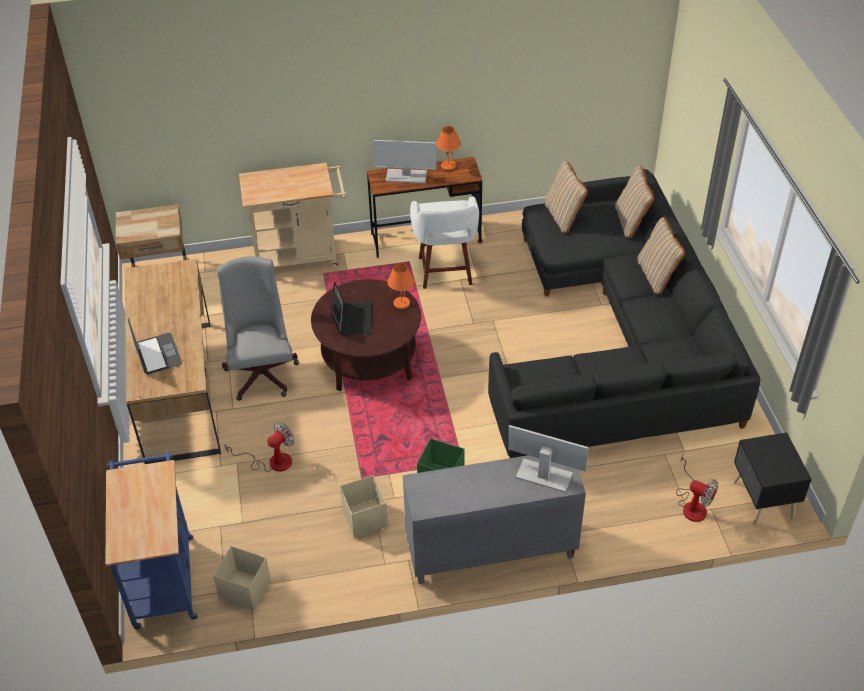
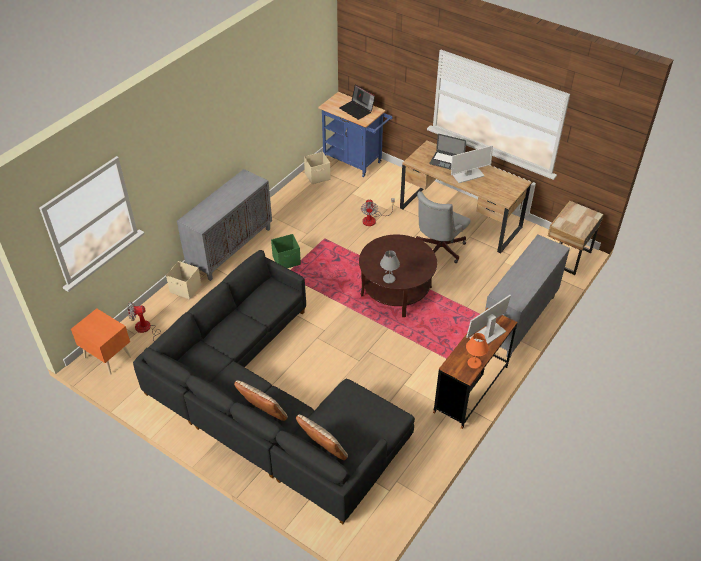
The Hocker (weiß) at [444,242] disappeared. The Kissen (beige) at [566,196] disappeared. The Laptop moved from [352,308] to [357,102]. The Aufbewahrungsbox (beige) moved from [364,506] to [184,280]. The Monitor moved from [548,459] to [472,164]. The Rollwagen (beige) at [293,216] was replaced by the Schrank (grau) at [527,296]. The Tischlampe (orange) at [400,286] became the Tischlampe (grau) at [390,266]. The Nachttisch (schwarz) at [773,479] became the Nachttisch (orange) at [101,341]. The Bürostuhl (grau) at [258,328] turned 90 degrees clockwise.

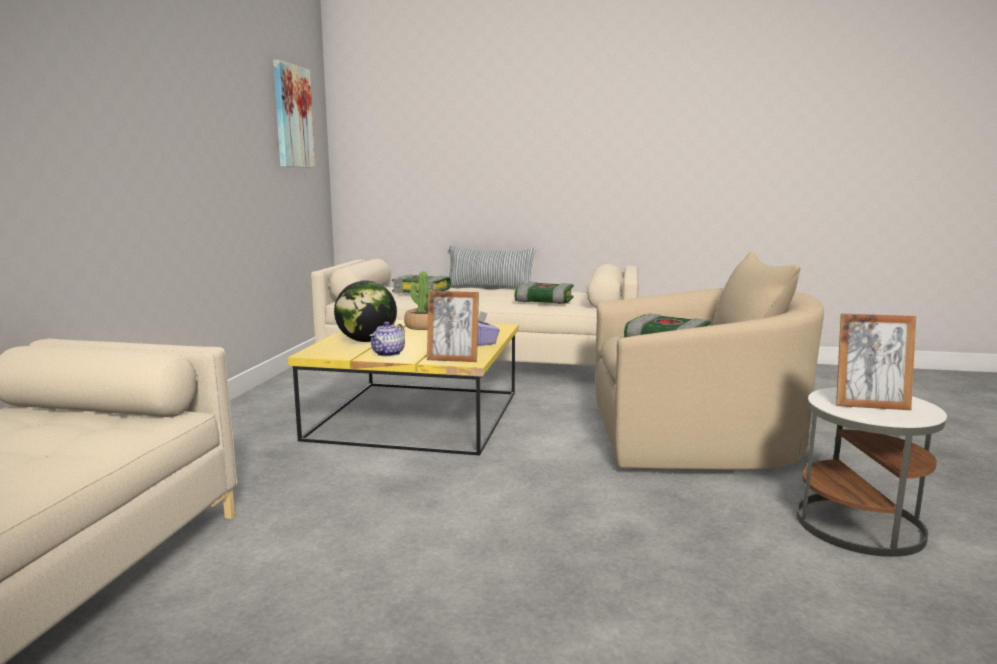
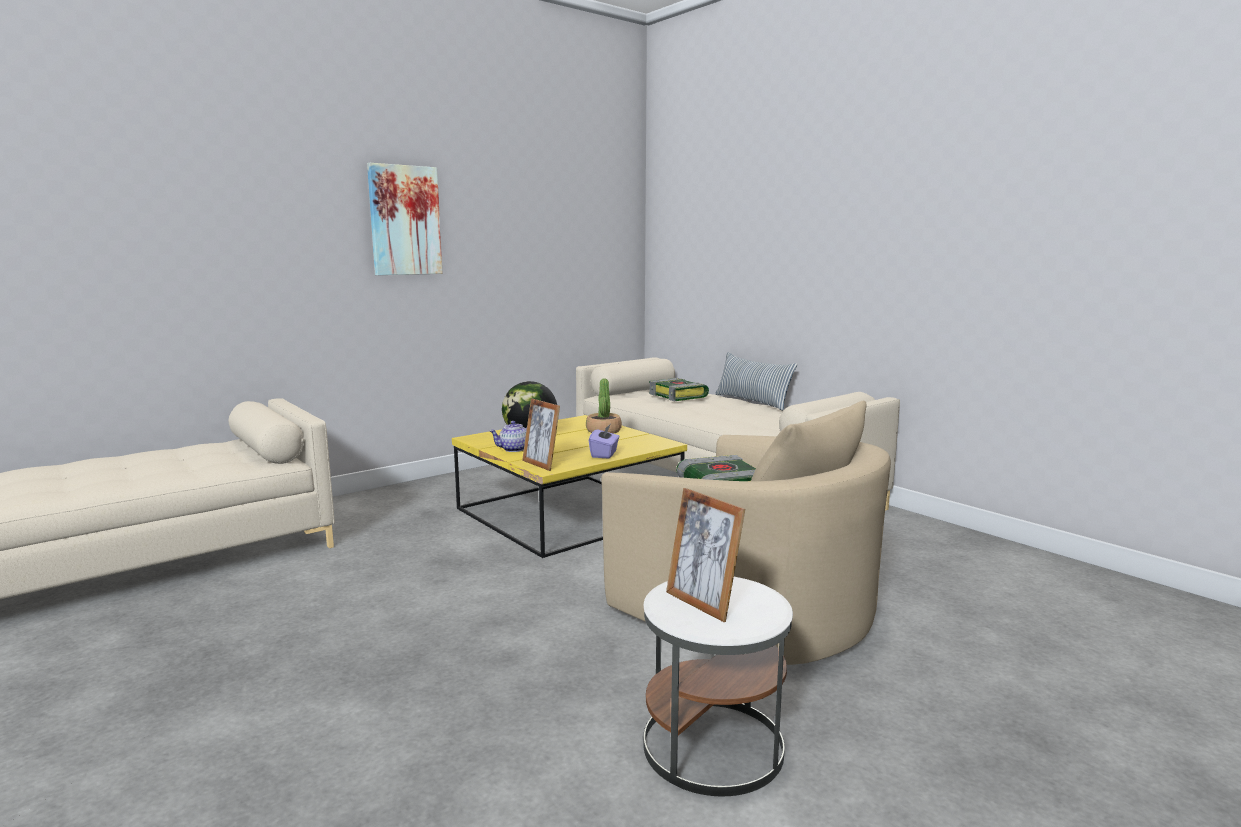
The Buch at [544,293] disappeared. The Bild moved from [294,114] to [404,219].

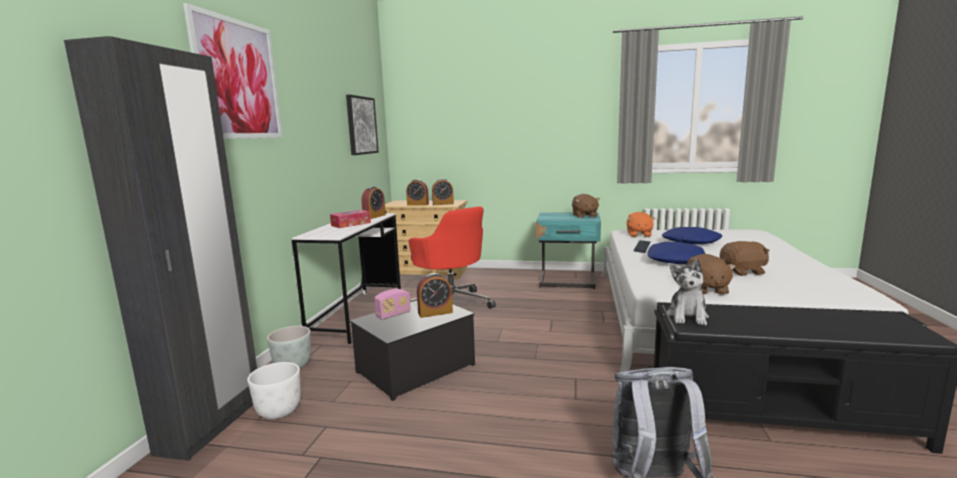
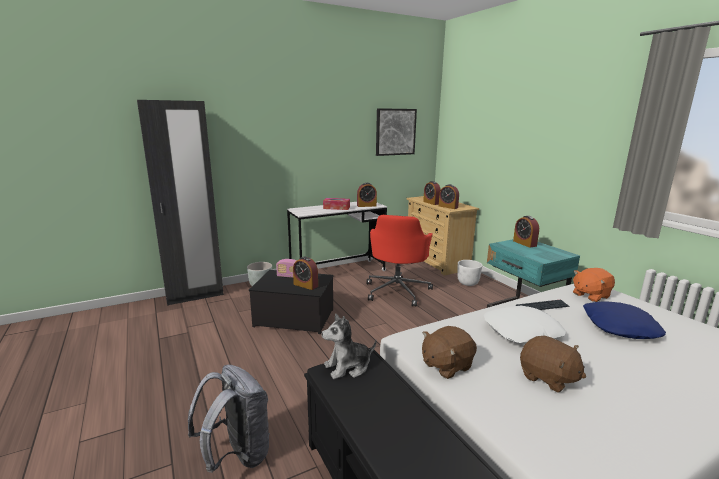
The Bild at [233,71] disappeared. The Plüschtier (braun) at [586,206] disappeared. The Wecker at [526,232] appeared. The Pflanzkübel (weiß) moved from [274,390] to [470,273]. The Kissen (blau) at [676,253] became the Kissen (weiß) at [525,324].

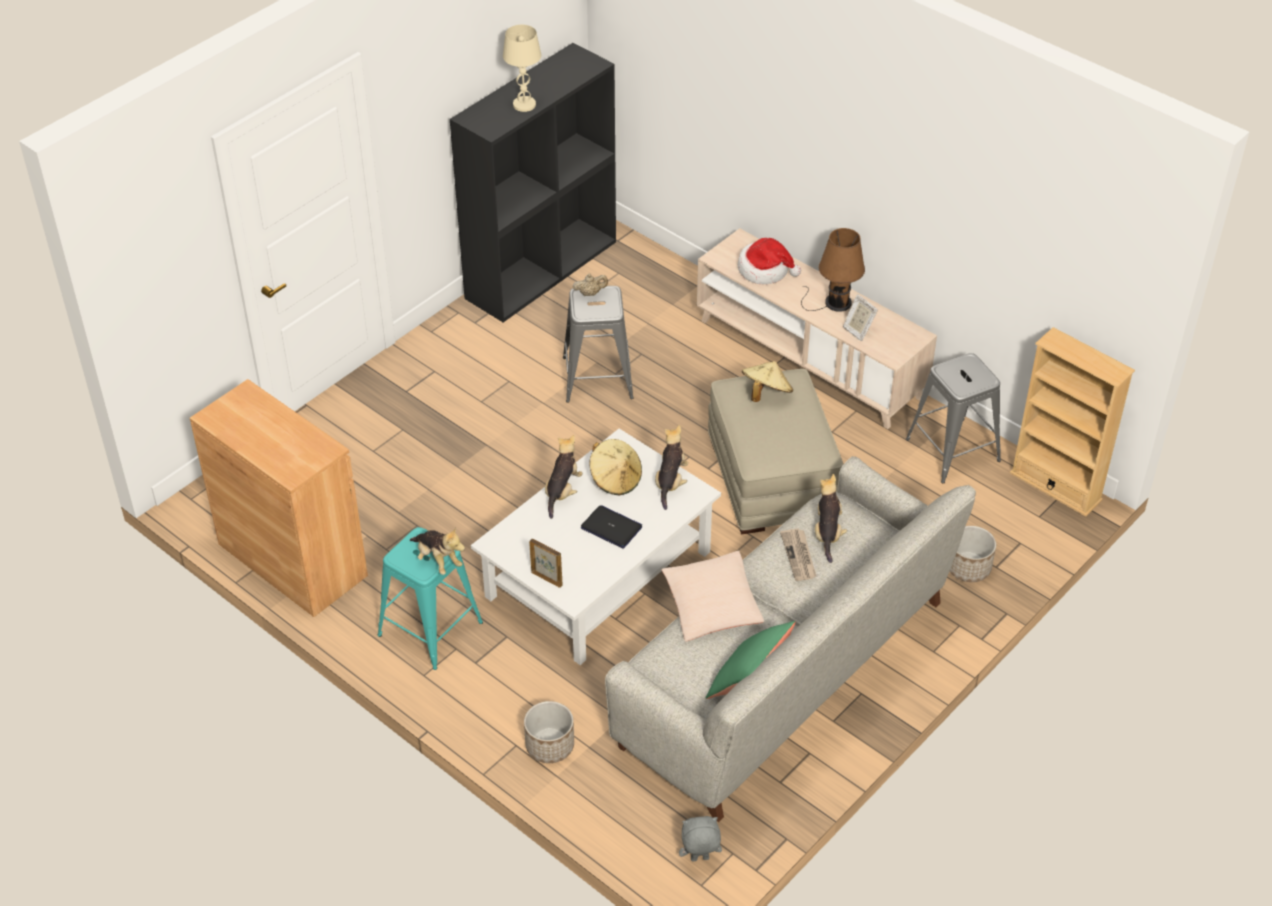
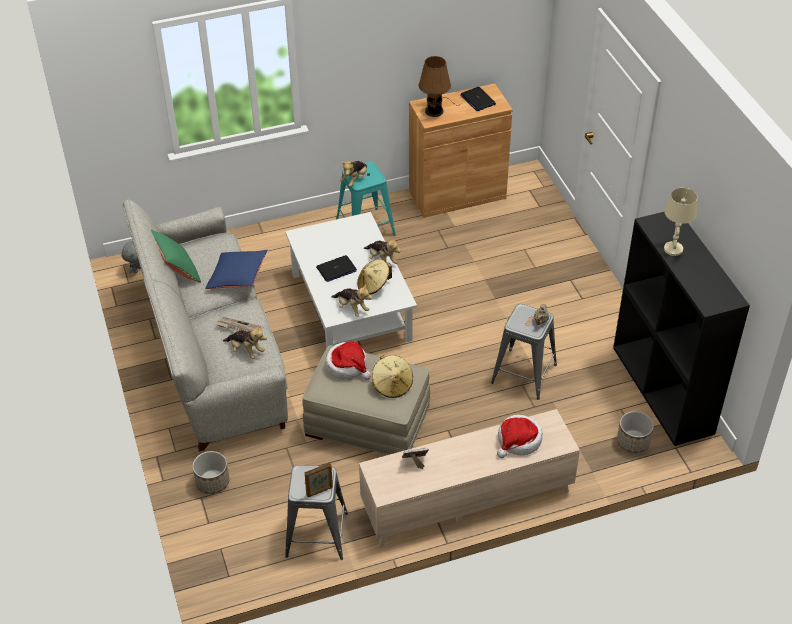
The Bücherregal (beige) at [1072,422] disappeared. The Hut at [348,360] appeared. The Laptop at [478,99] appeared. The Pflanzkübel moved from [549,732] to [635,432]. The Bilderrahmen moved from [545,563] to [319,480]. The Tischlampe (braun) moved from [833,270] to [440,86]. The Kissen (beige) at [713,596] became the Kissen (blau) at [236,269]. The Plüschtier at [437,551] turned 45 degrees counterclockwise.

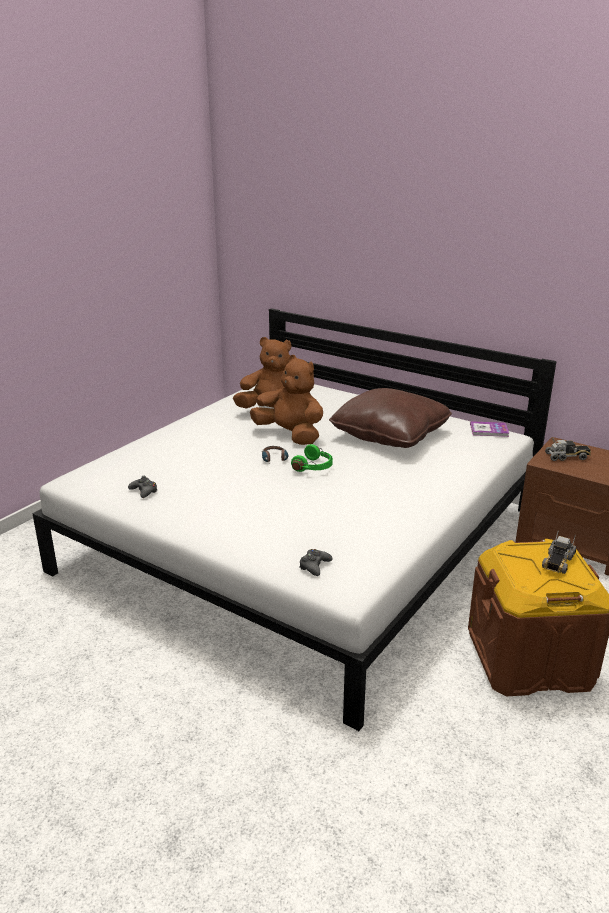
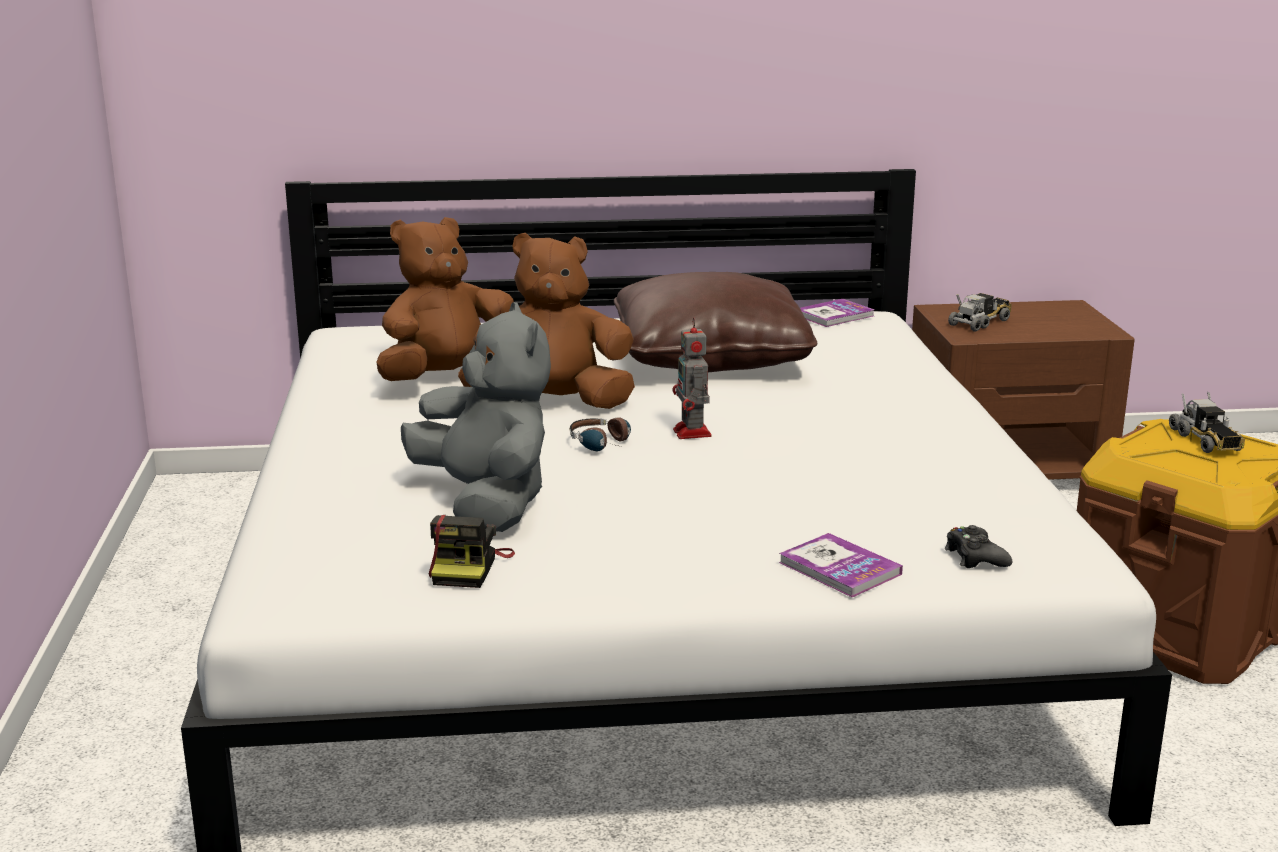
The Plüschtier (grau) at [476,417] appeared. The Buch at [841,565] appeared. The Gamepad (schwarz) at [142,487] was replaced by the Kamera at [472,551]. The Kopfhörer (grün) at [312,458] was replaced by the Spielzeugroboter at [692,378].

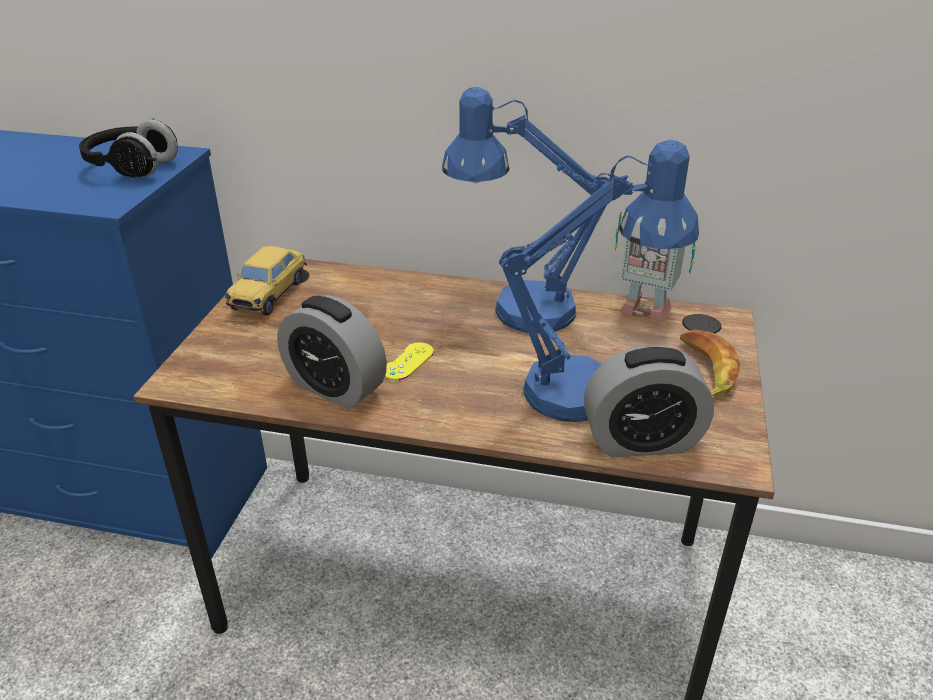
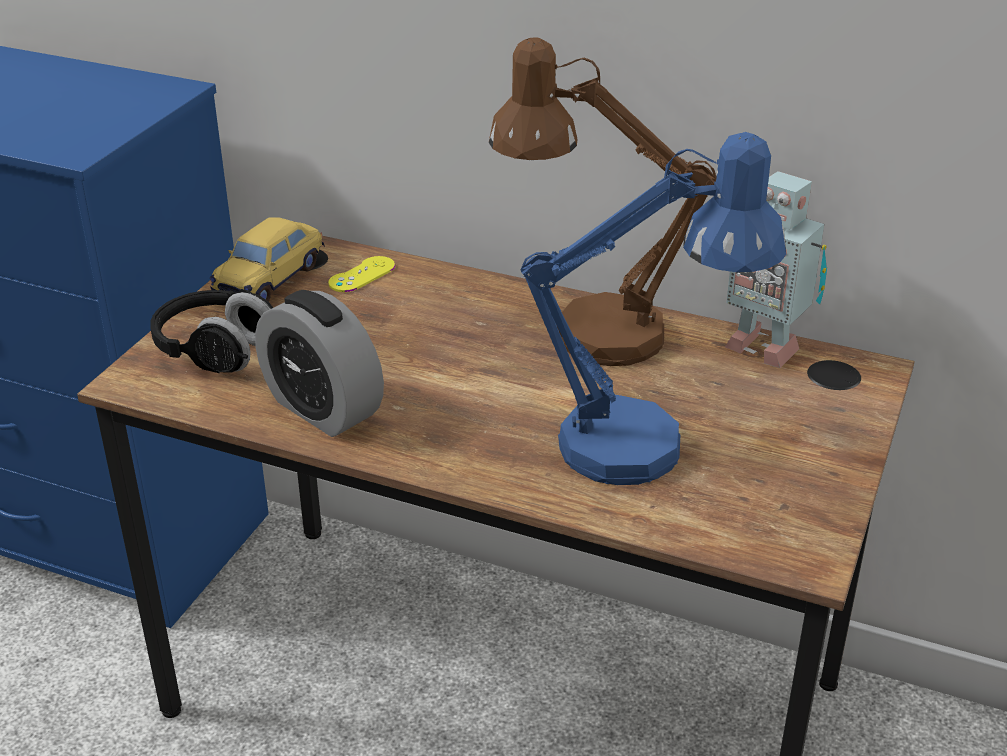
The Wecker at [649,401] disappeared. The Banane at [710,363] disappeared. The Kopfhörer (schwarz) moved from [128,148] to [211,331]. The Gamepad (gelb) moved from [409,361] to [361,274]. The Tischlampe (blau) at [526,210] became the Tischlampe (braun) at [603,201].

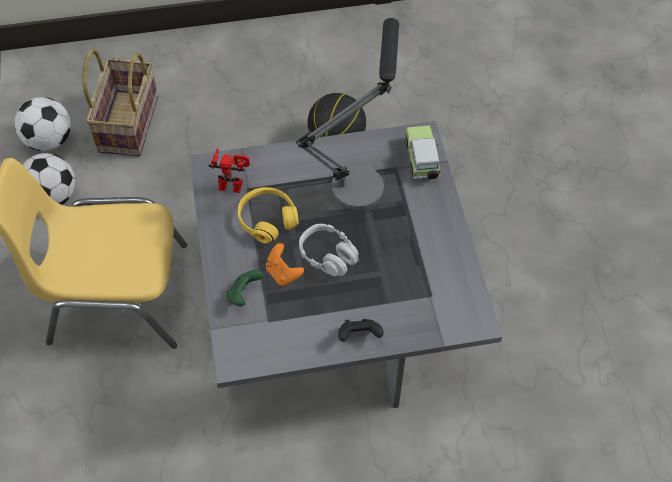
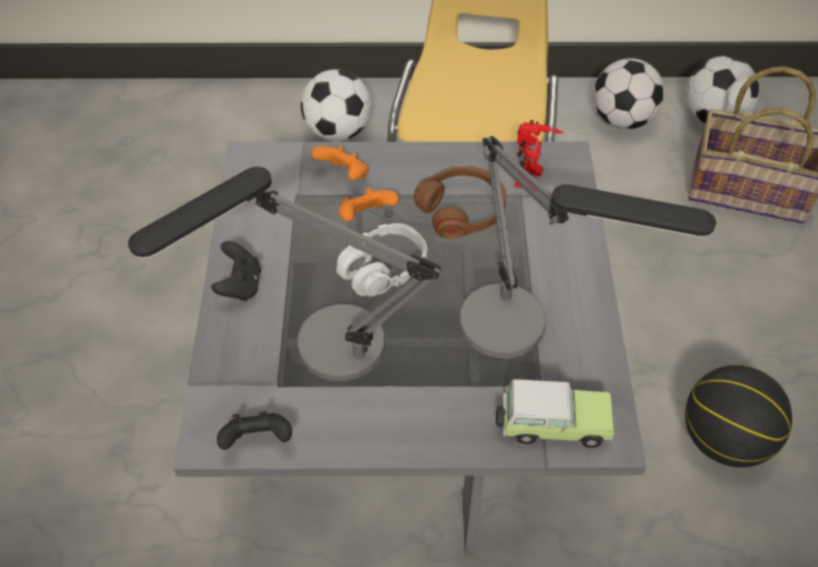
The Tischlampe at [284,274] appeared. The Gamepad (schwarz) at [254,431] appeared. The Fußball at [336,105] appeared. The Gamepad (grün) at [245,288] became the Gamepad (orange) at [340,163]. The Kopfhörer (gelb) at [268,215] became the Kopfhörer (braun) at [460,202].

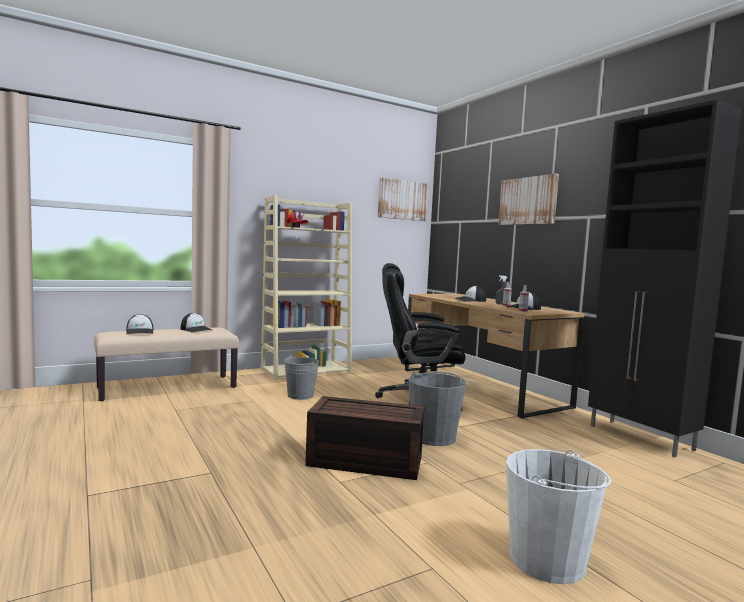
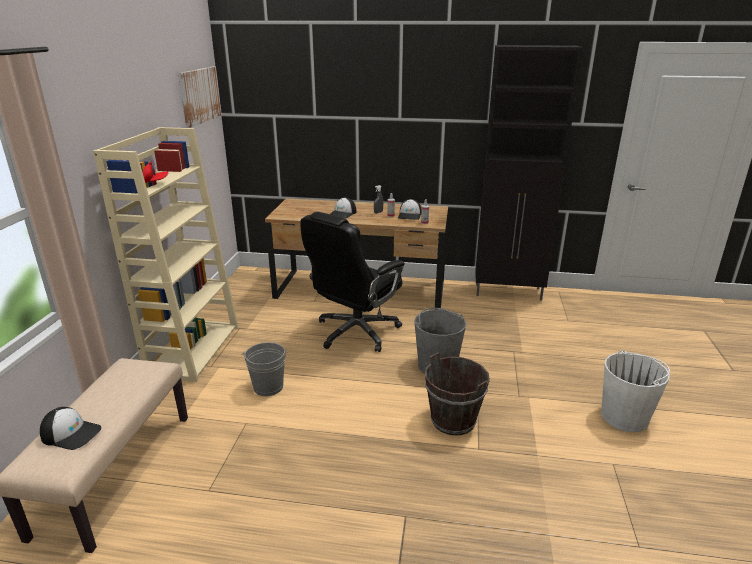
The Kappe at [196,322] disappeared. The Bild at [528,199] disappeared. The Aufbewahrungsbox (braun) at [365,438] was replaced by the Eimer (braun) at [457,394].

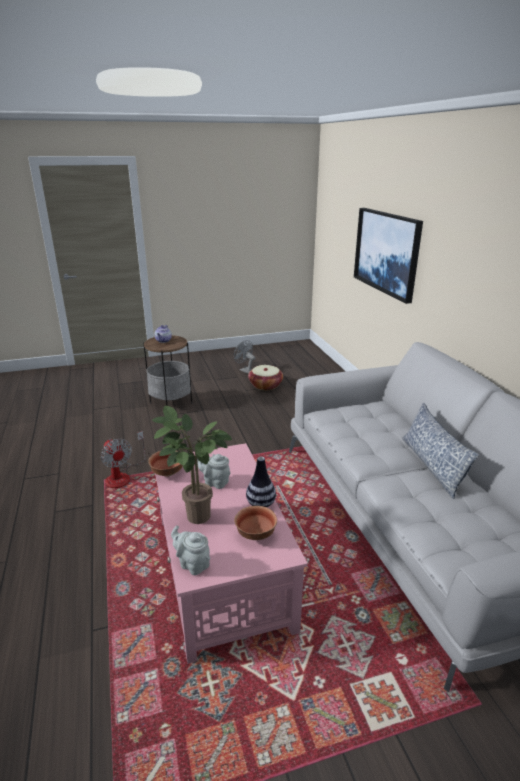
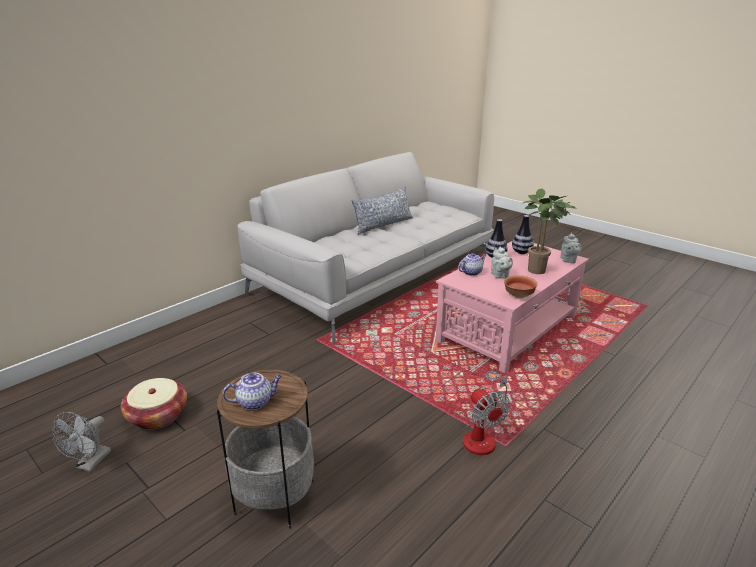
The Bild at [388,256] disappeared. The Teekanne at [472,264] appeared. The Schüssel at [255,523] was replaced by the Vase at [523,234]. The Ventilator at [123,459] turned 135 degrees clockwise.

